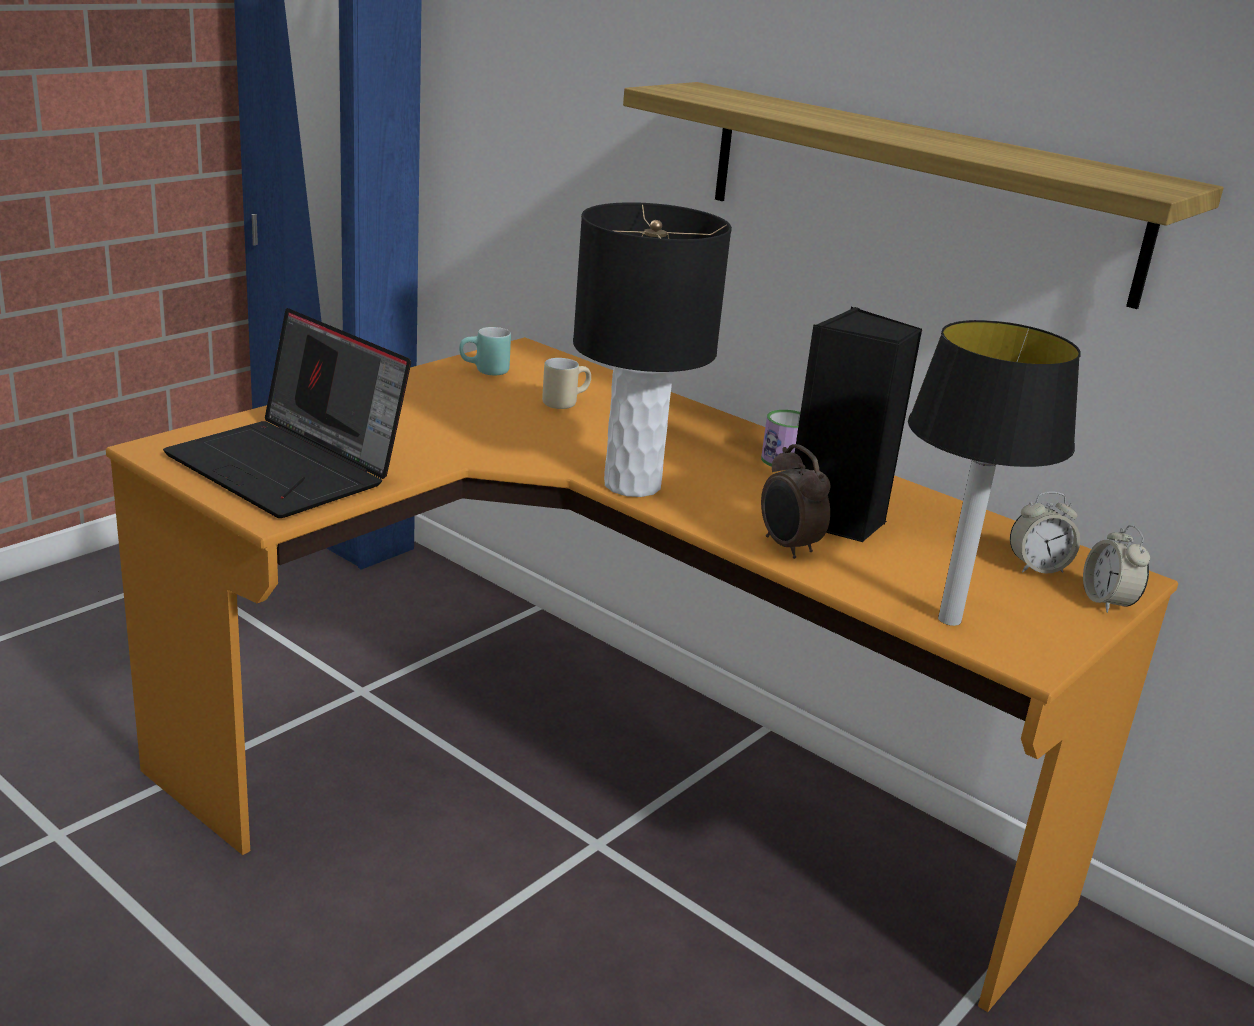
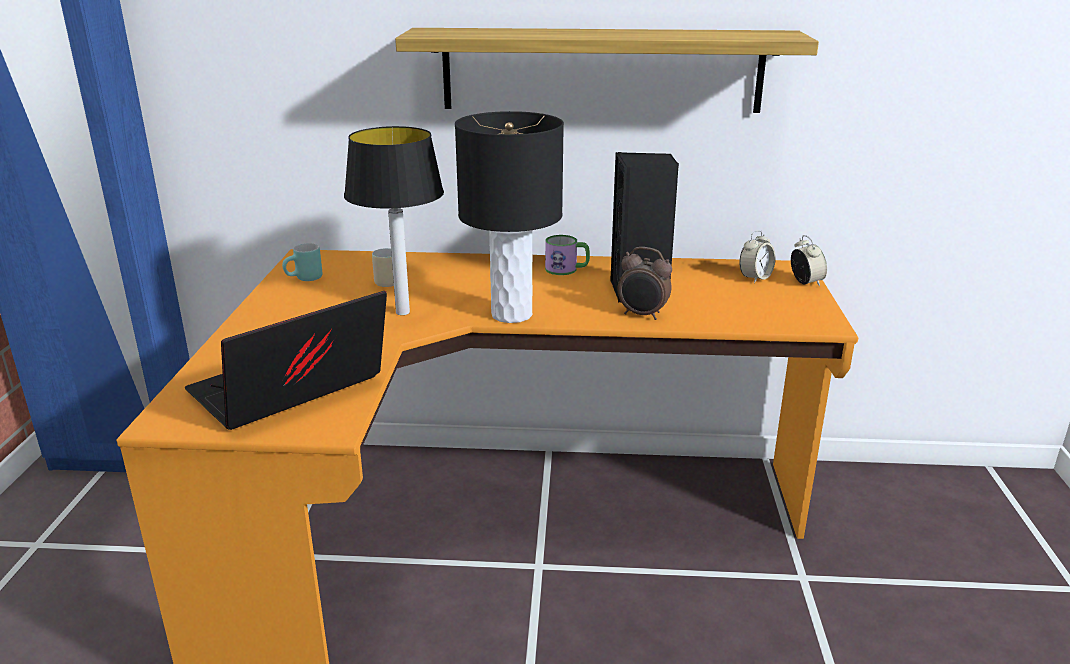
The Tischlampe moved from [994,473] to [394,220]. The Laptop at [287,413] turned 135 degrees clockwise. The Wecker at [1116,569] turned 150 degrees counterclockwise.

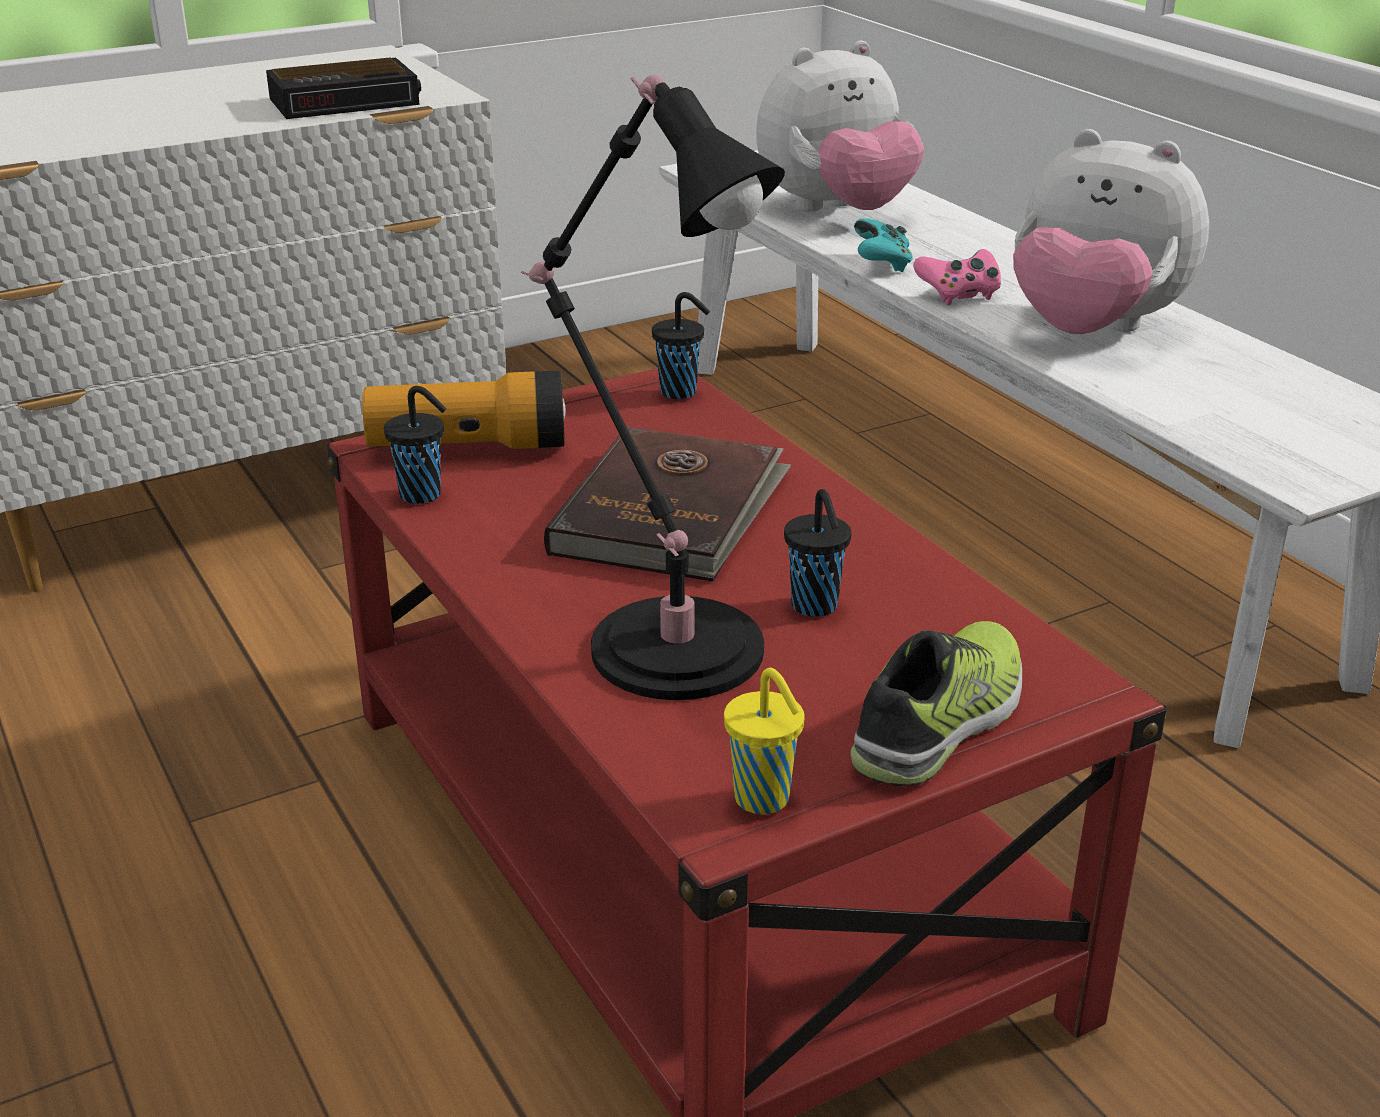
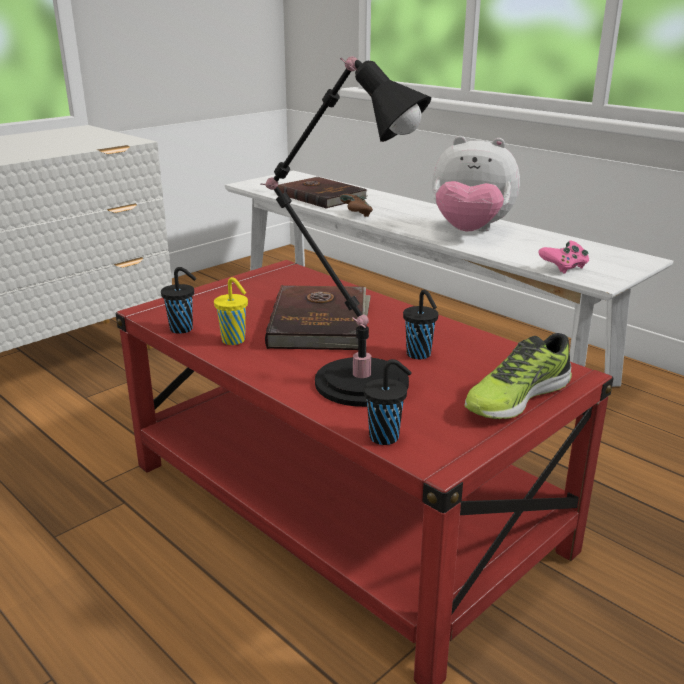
The Wecker at [343,88] disappeared. The Taschenlampe at [464,410] disappeared. The Tasse (schwarz) moved from [681,345] to [388,402]. The Tasse (gelb) moved from [764,741] to [231,311]. The Gamepad (rosa) moved from [957,277] to [563,257]. The Plüschtier at [840,126] was replaced by the Buch (braun) at [322,193]. The Gamepad (türkis) at [883,245] became the Gamepad (braun) at [356,205]. The Schuh at [936,703] turned 150 degrees counterclockwise.

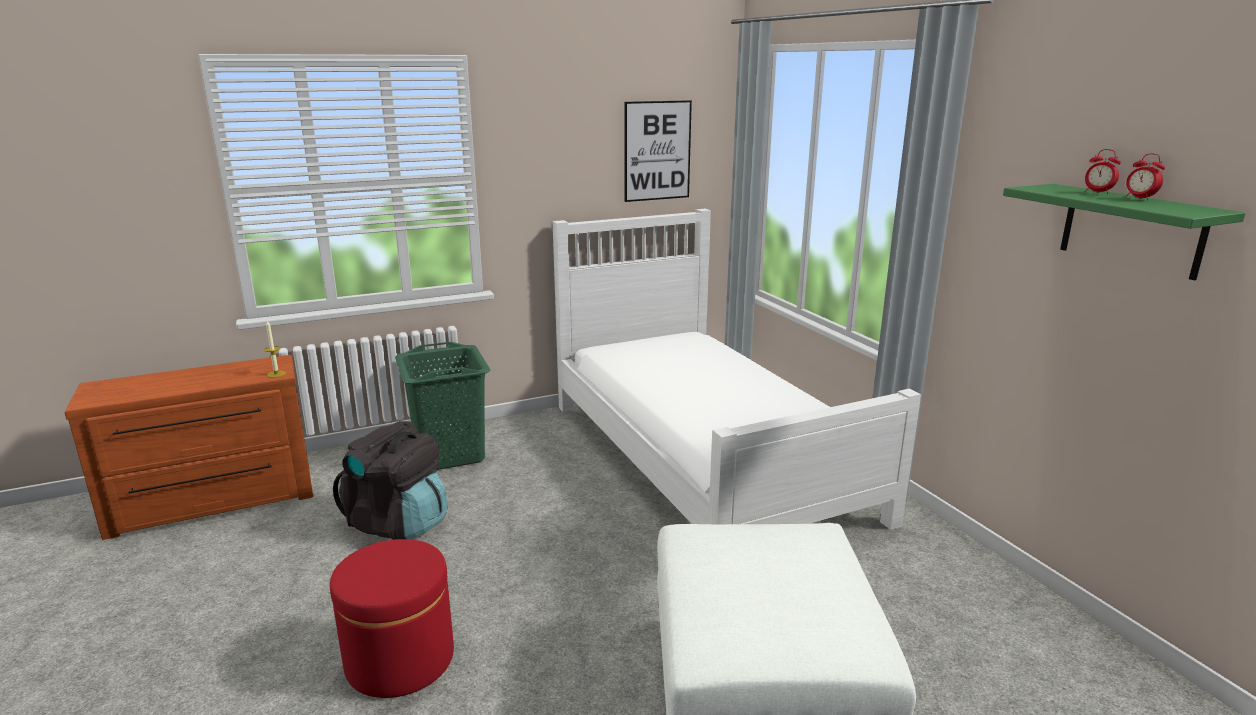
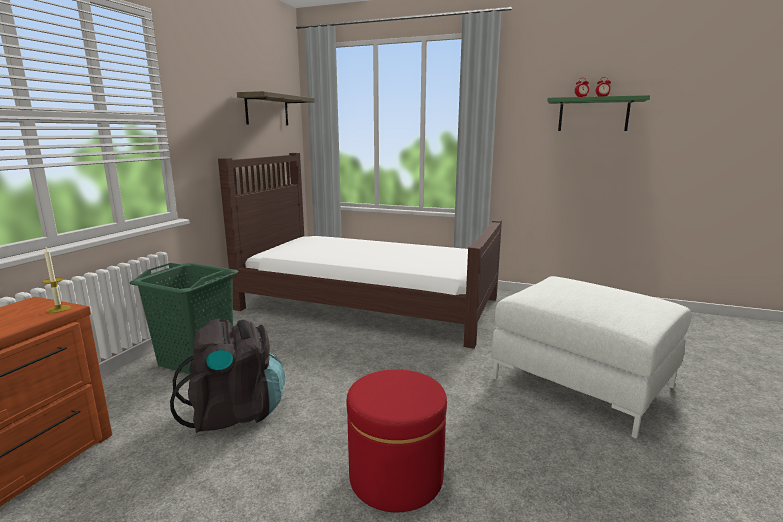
The Bild at [658,151] was replaced by the Wandregal at [275,108]. The Bett (weiß) at [737,369] became the Bett (braun) at [360,251].

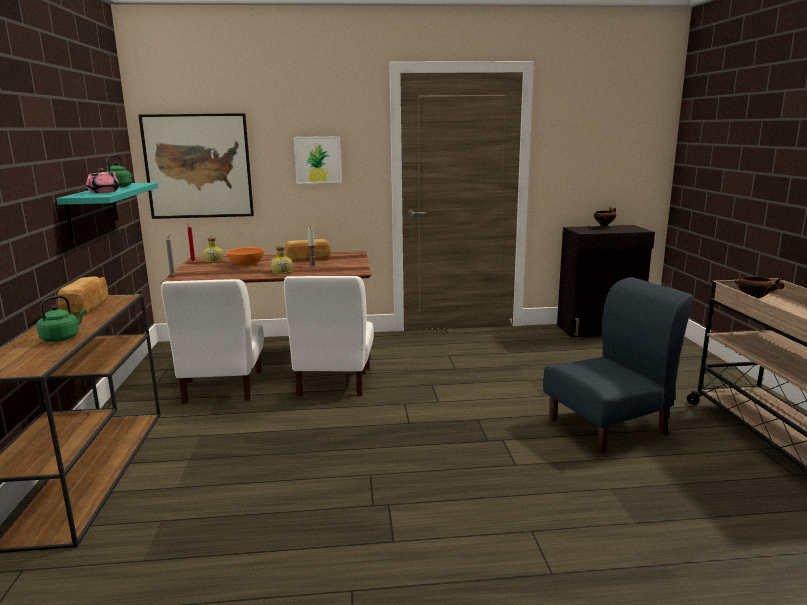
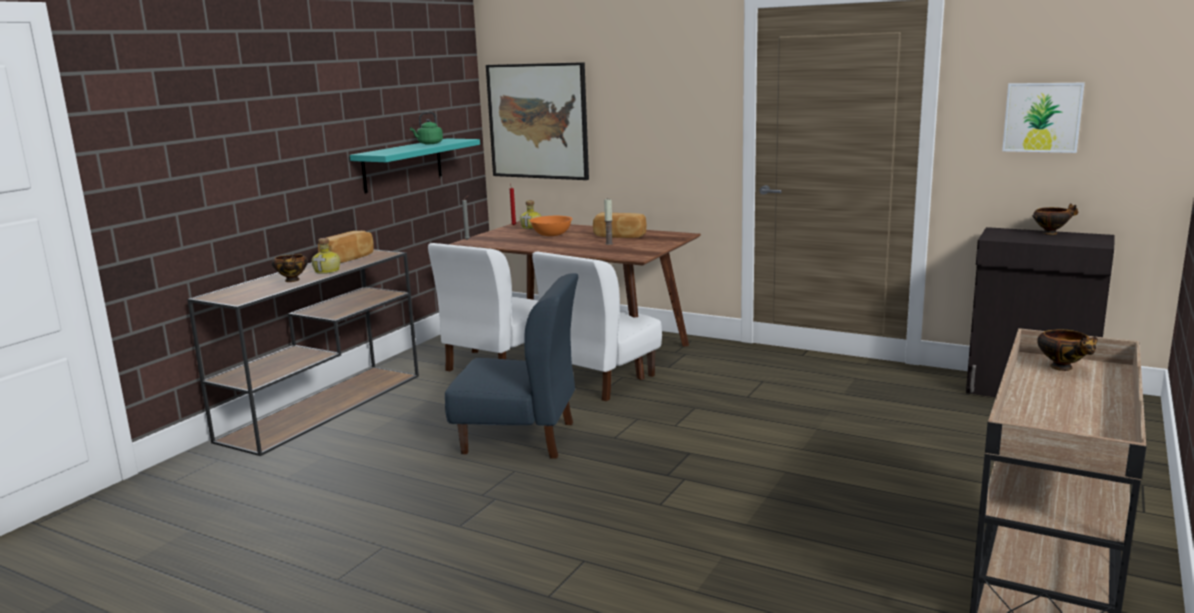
The Teekanne (rosa) at [102,180] disappeared. The Flasche moved from [281,259] to [325,256]. The Bild moved from [318,160] to [1043,118]. The Stuhl (blau) moved from [618,365] to [511,366]. The Wasserkessel (grün) at [61,318] was replaced by the Schüssel at [290,268].

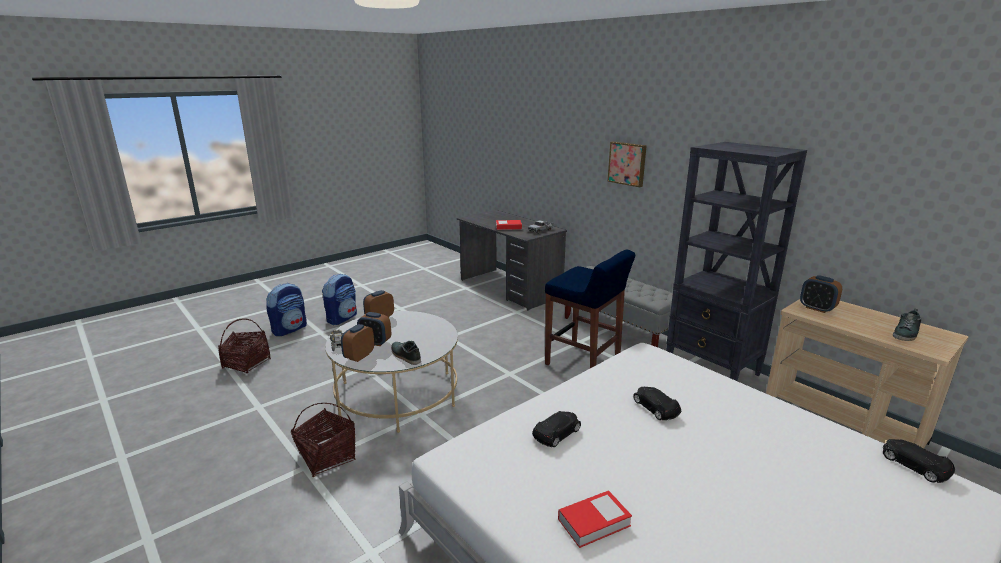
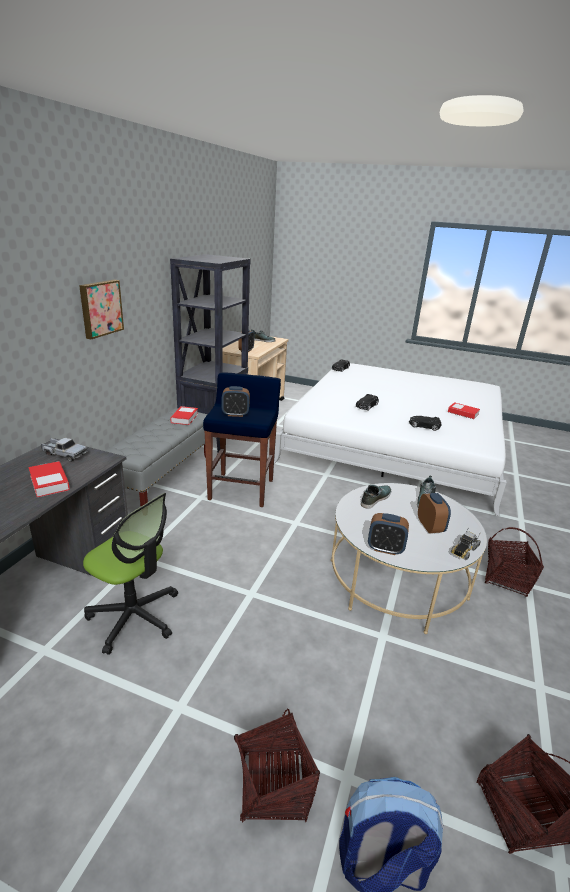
The Bürostuhl at [130,574] appeared. The Buch at [184,415] appeared. The Schuh at [376,497] appeared. The Wecker moved from [357,343] to [236,401]. The Rucksack at [339,299] was replaced by the Korb at [277,765].

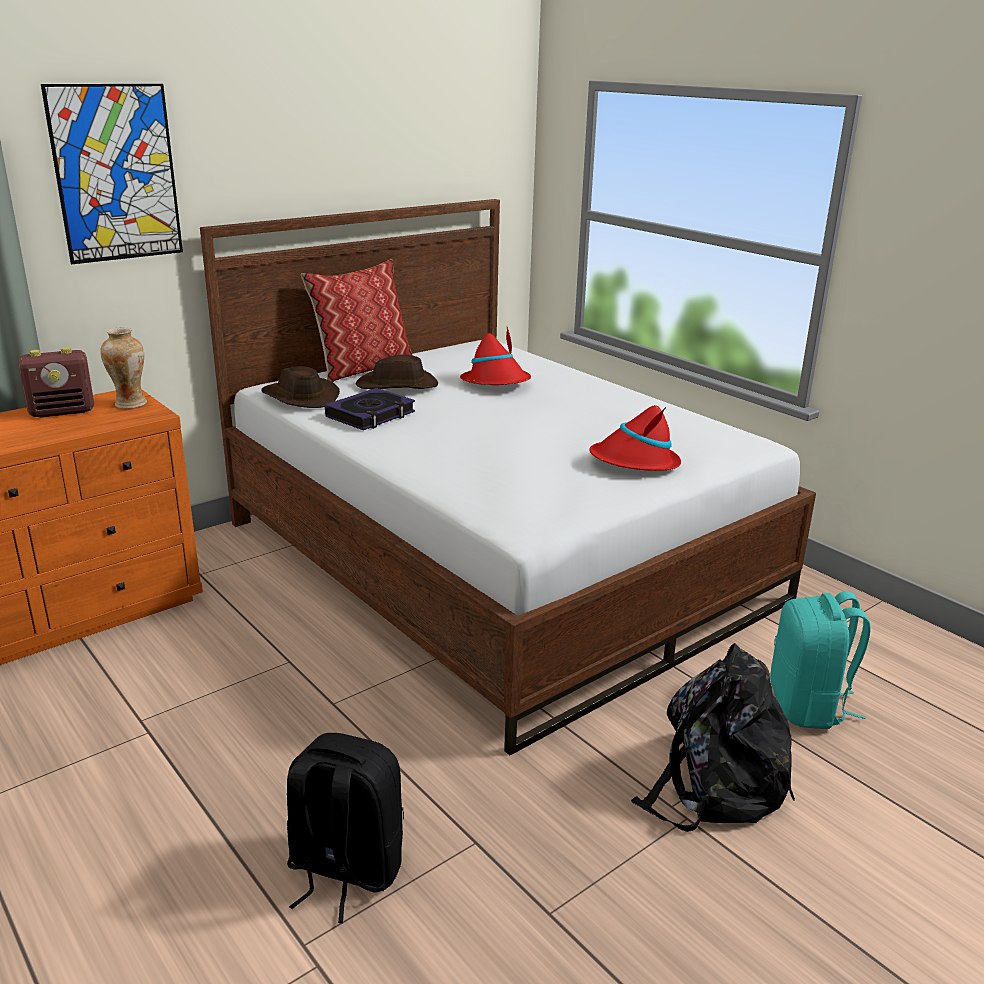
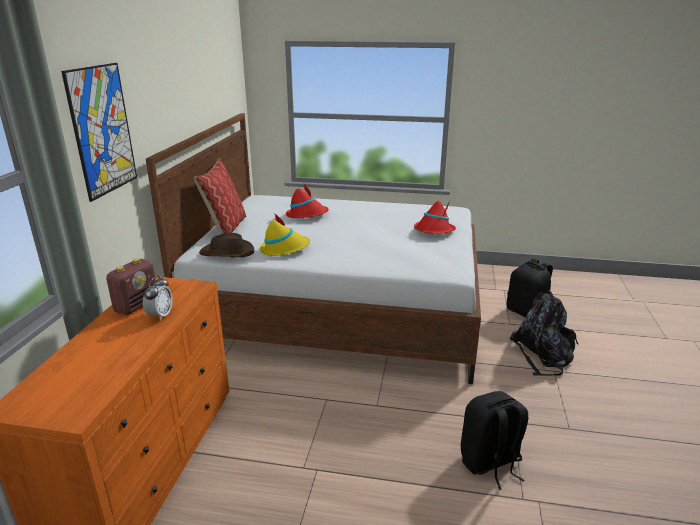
The Vase at [123,368] disappeared. The Hut (braun) at [397,372] disappeared. The Wecker at [158,298] appeared. The Buch at [370,409] was replaced by the Hut (gelb) at [285,234]. The Rucksack (türkis) at [820,660] became the Rucksack (schwarz) at [530,287].

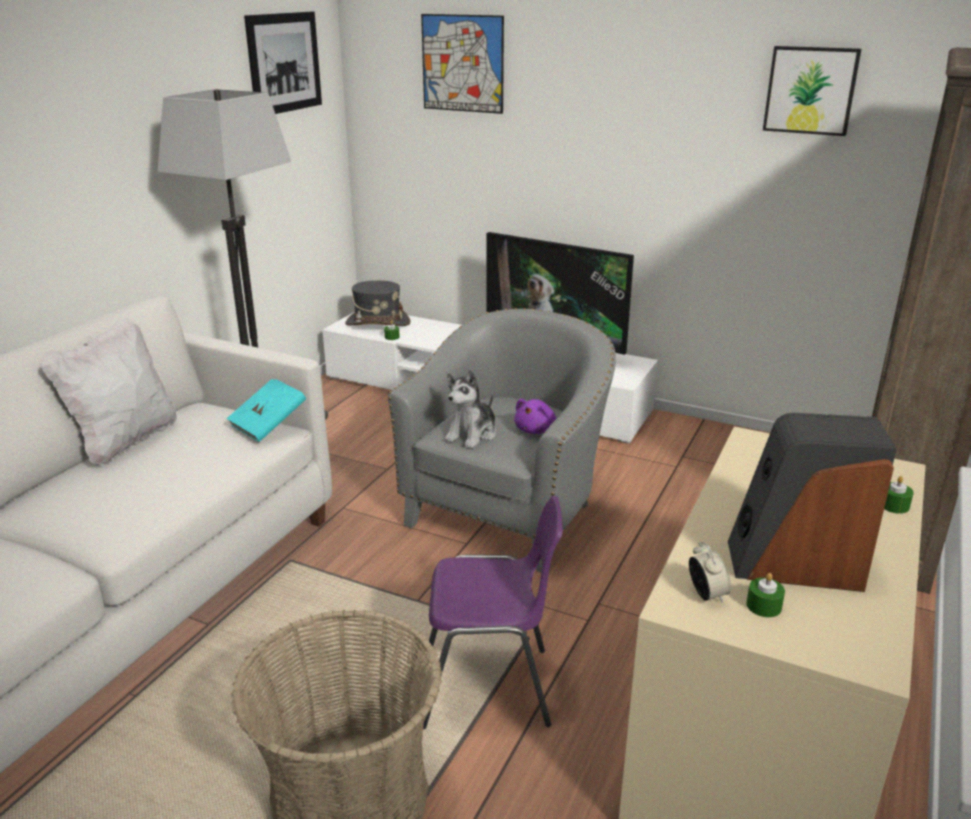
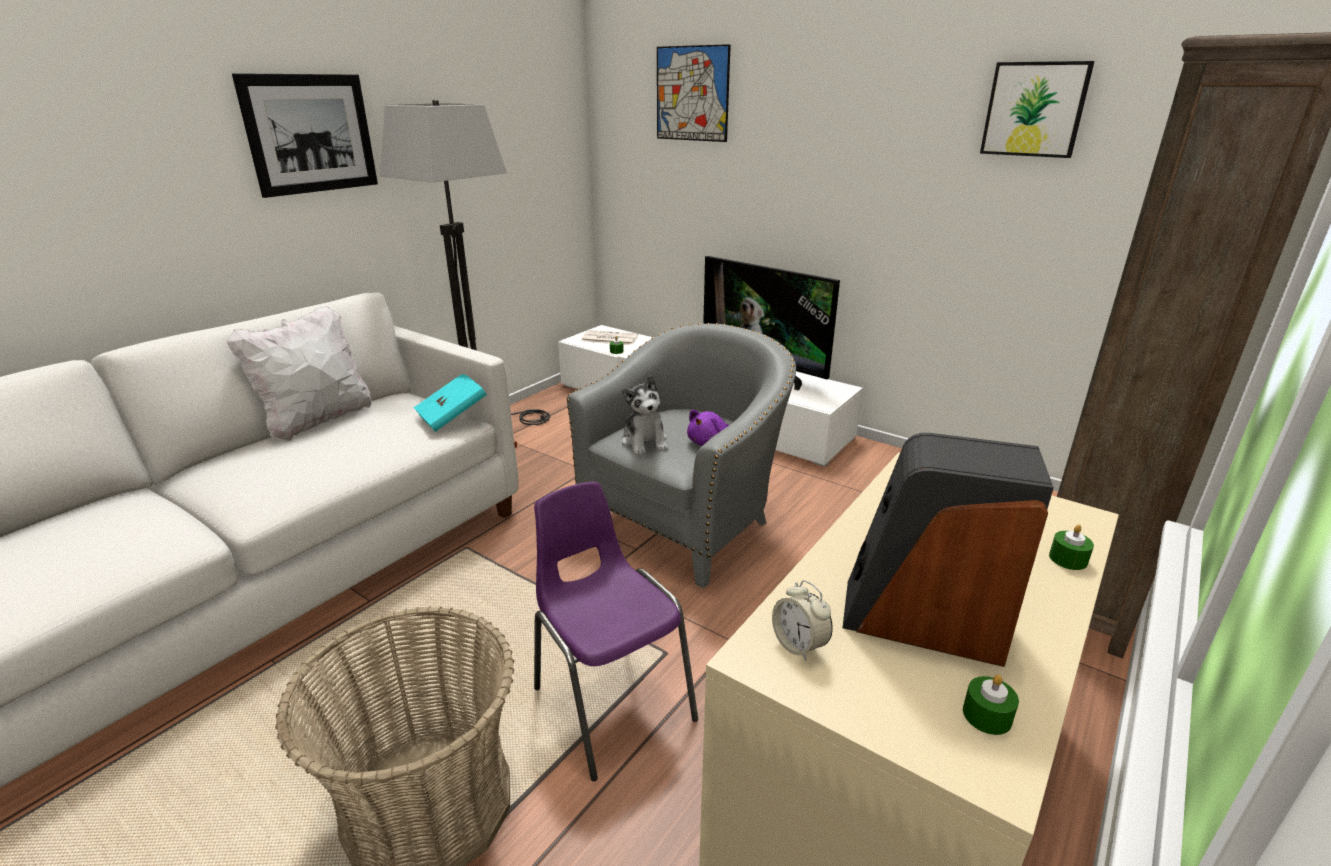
The Bild moved from [283,63] to [305,135]. The Kerze (grün) moved from [765,595] to [991,705]. The Hut (grau) at [377,303] was replaced by the Zeitung at [610,337]. The Stuhl (lila) at [493,612] turned 135 degrees counterclockwise. The Plüschtier at [470,409] turned 60 degrees counterclockwise. The Wecker at [710,572] turned 150 degrees clockwise.

